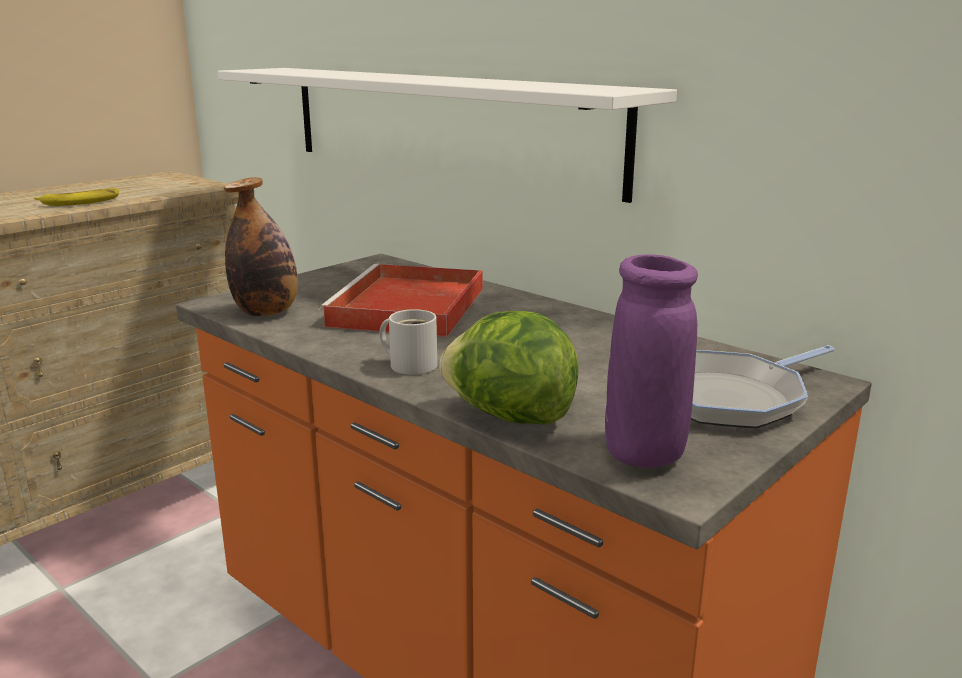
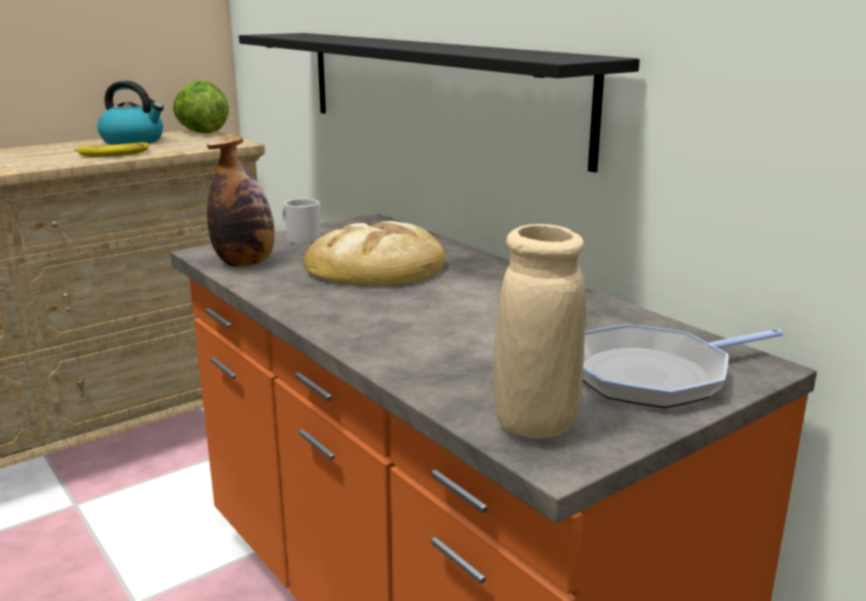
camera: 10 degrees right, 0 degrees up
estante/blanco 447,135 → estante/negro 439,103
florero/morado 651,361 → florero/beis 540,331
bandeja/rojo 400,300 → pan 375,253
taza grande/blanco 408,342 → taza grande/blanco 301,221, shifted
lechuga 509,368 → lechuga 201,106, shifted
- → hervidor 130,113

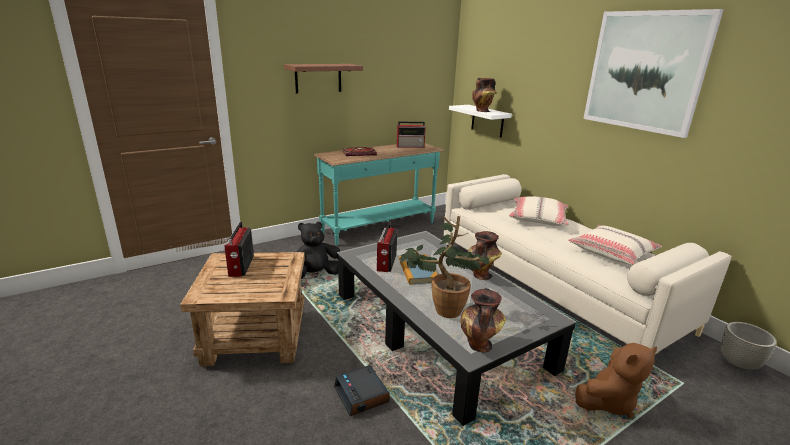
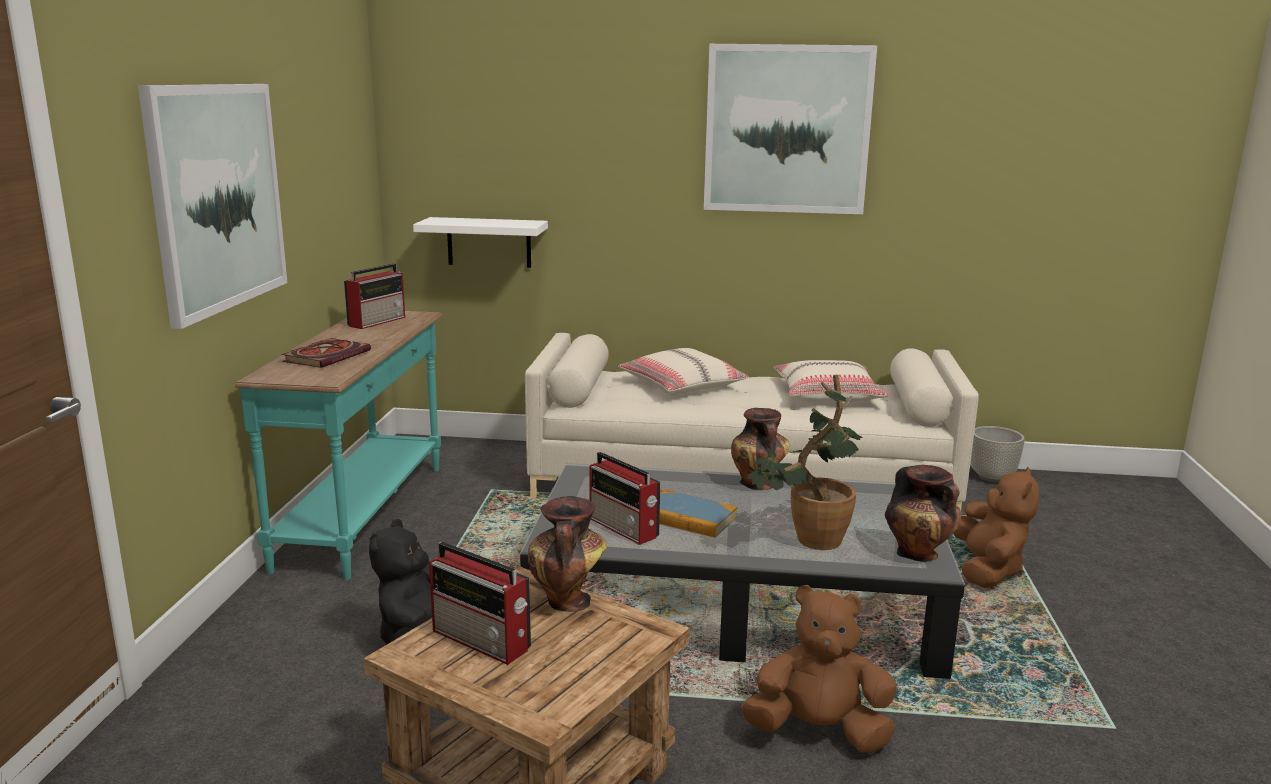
camera: 50 degrees left, 5 degrees down
estante/marrón 323,79 → cuadro 212,206
florero 484,95 → florero 567,554, shifted
despertador 362,390 → peluche/marrón 819,669

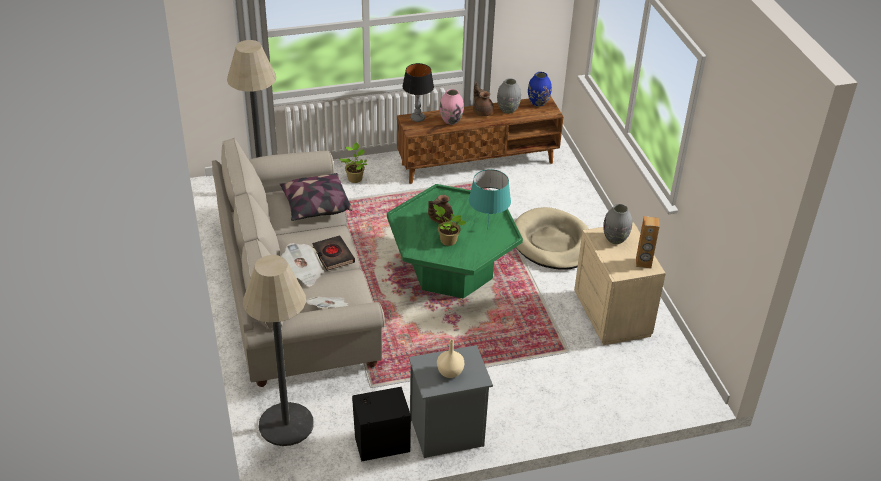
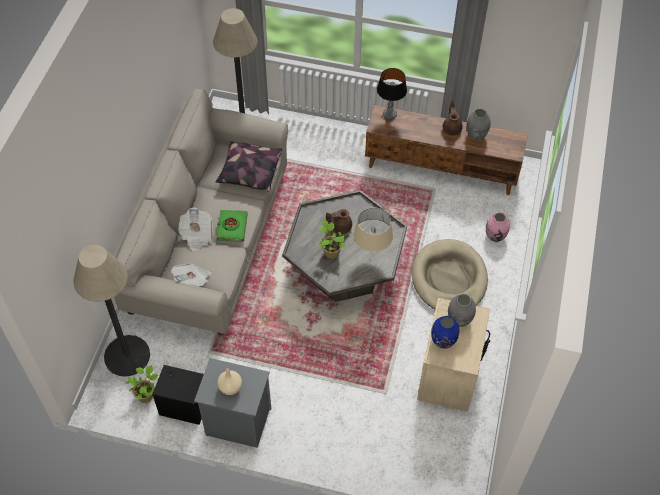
camera: 30 degrees right, 15 degrees up
florero/azul 540,89 → florero/azul 445,332, shifted
florero/rosa 452,107 → florero/rosa 498,227, shifted
planta en maceta 353,162 → planta en maceta 141,384, shifted
lámpara de mesa/turquesa 490,199 → lámpara de mesa/beis 373,230
mesa de centro/verde 455,241 → mesa de centro/gris 344,246
altavoz/marrón 648,242 → -
libro/negro 333,253 → libro/verde 232,226

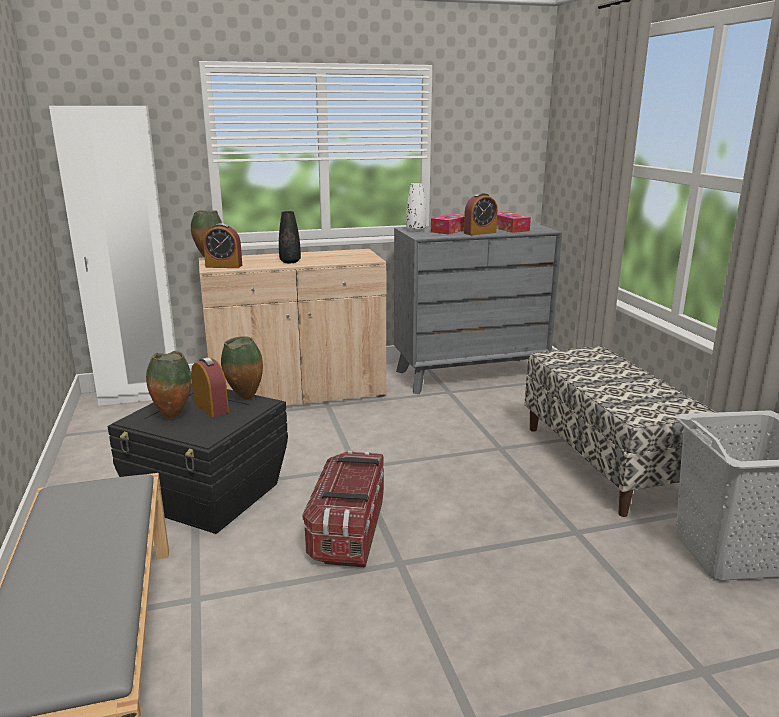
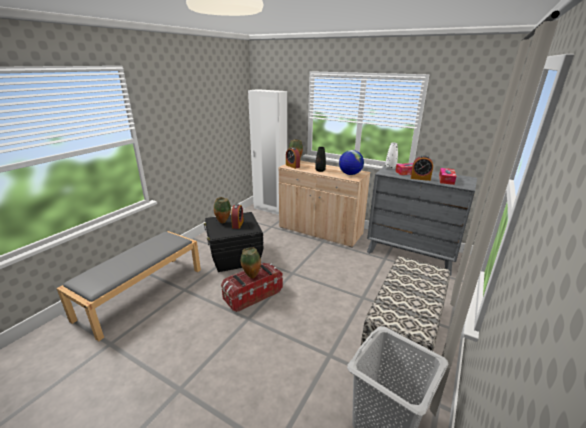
camera: 45 degrees right, 5 degrees up
florero 242,368 → florero 251,262, shifted
- → globo terráqueo 351,162

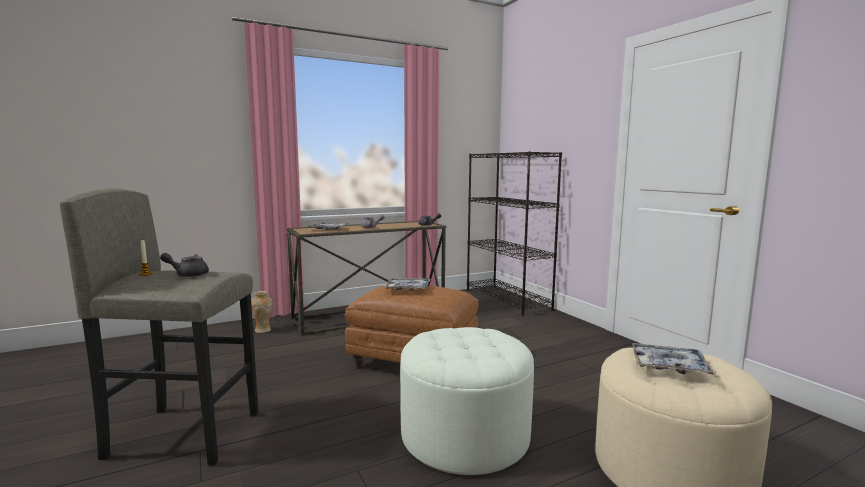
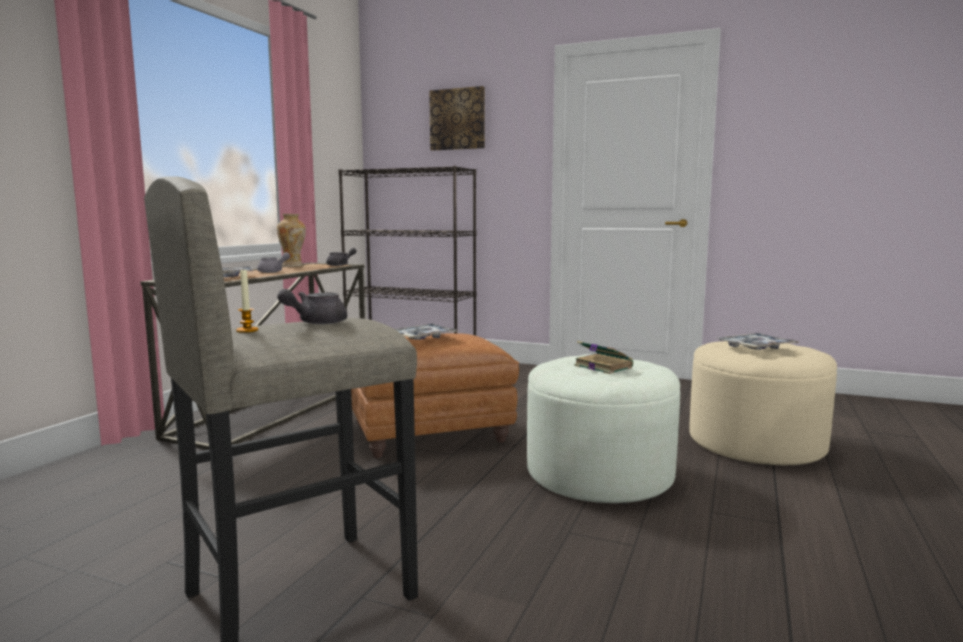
camera: 40 degrees left, 0 degrees up
florero 262,312 → florero 291,240, shifted
- → cuadro 457,118
- → libro 603,357

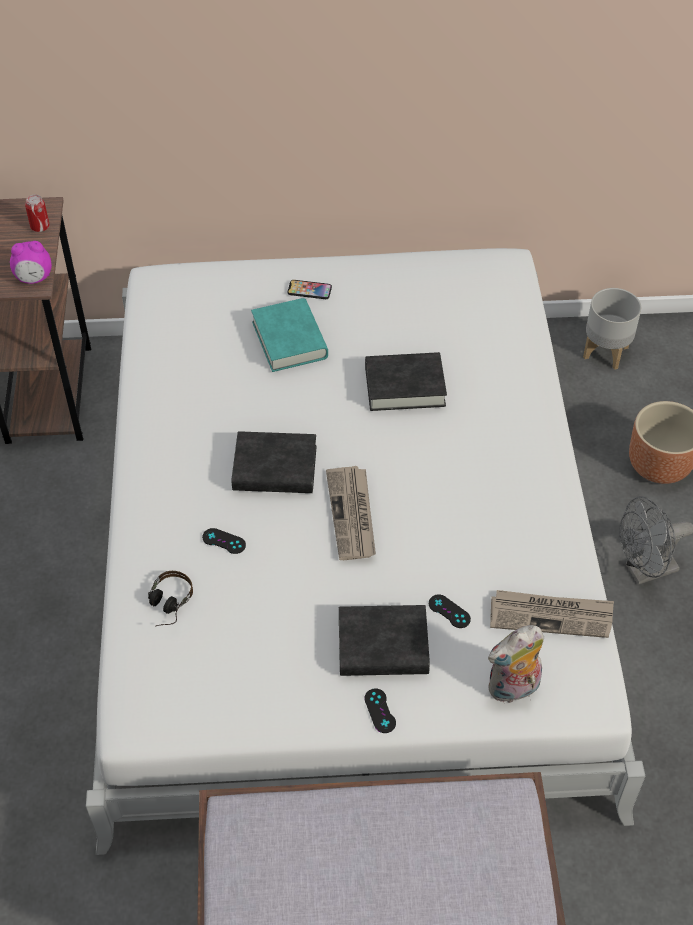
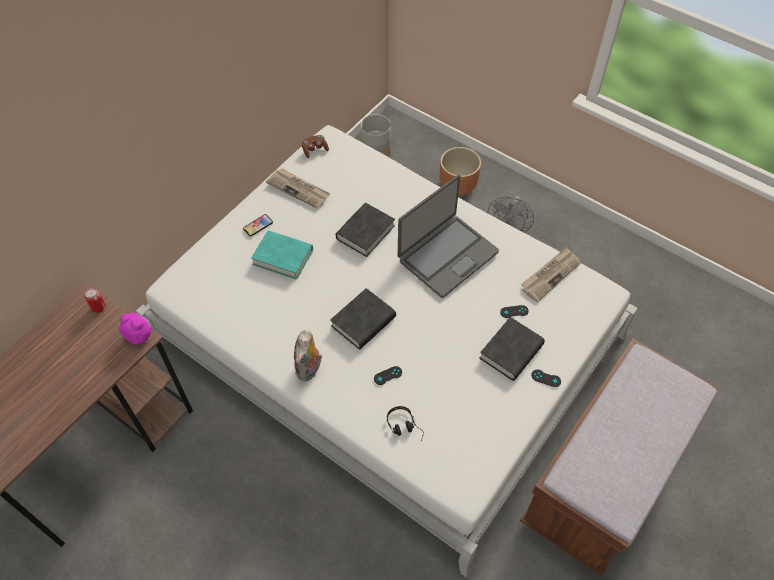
camera: 50 degrees left, 5 degrees up
despertador 31,262 → despertador 135,329, 90 degrees counterclockwise
periódico 351,513 → periódico 298,188, shifted
peluche 516,664 → peluche 308,355, shifted
- → mando de consola/marrón 315,146
- → portátil 448,236

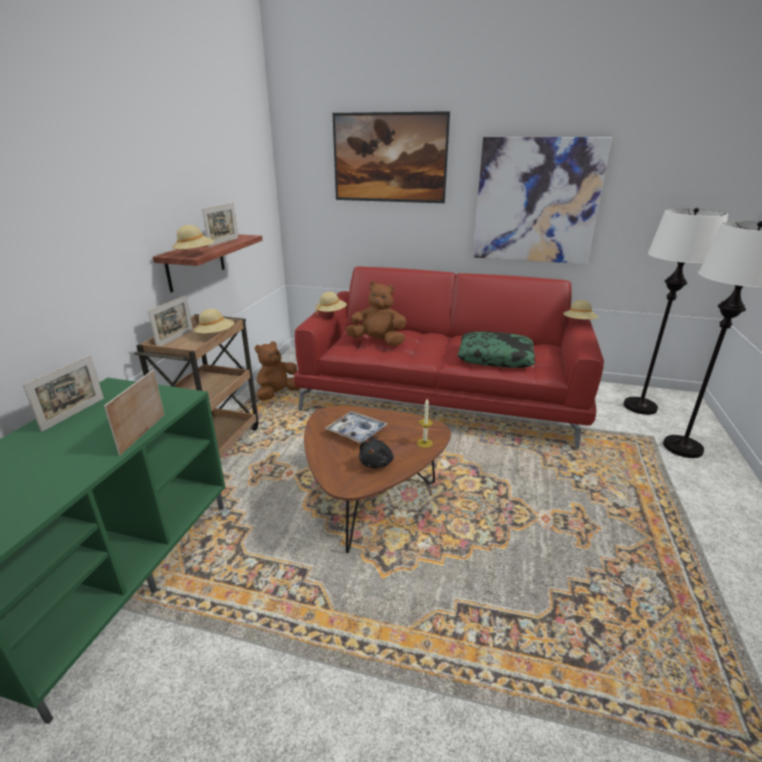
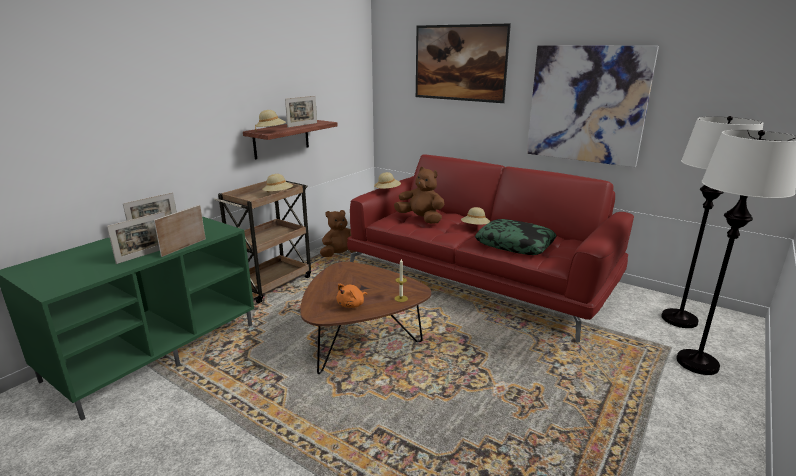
camera: 20 degrees right, 5 degrees down
portarretratos 170,320 → portarretratos 136,237, shifted
sombrero/beis 580,309 → sombrero/beis 475,216, shifted
bandeja 355,427 → -
peluche/negro 376,454 → peluche/naranja 351,296

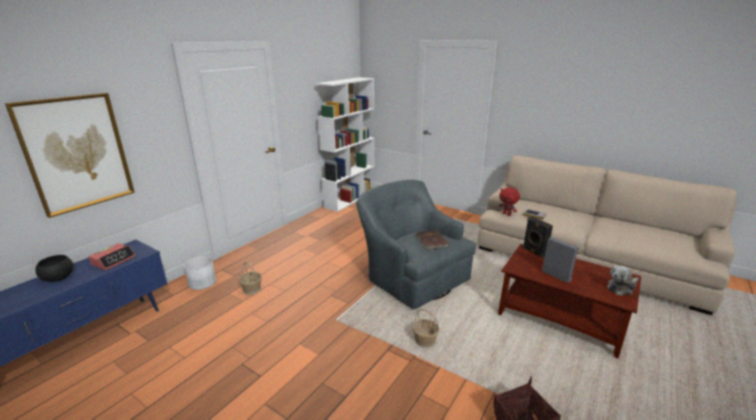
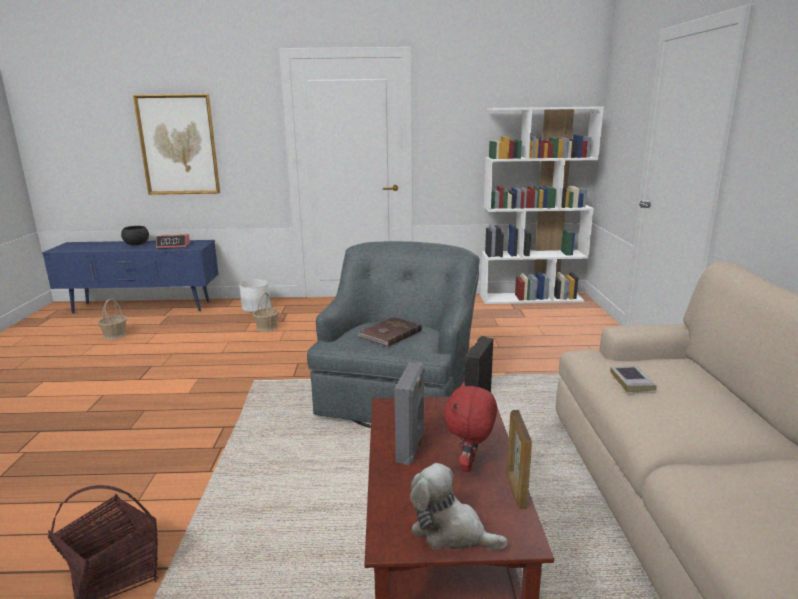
camera: 55 degrees right, 5 degrees down
peluche/rojo 509,201 → peluche/rojo 470,427, shifted
cesta 426,328 → cesta 112,319, shifted
- → portarretratos 519,459

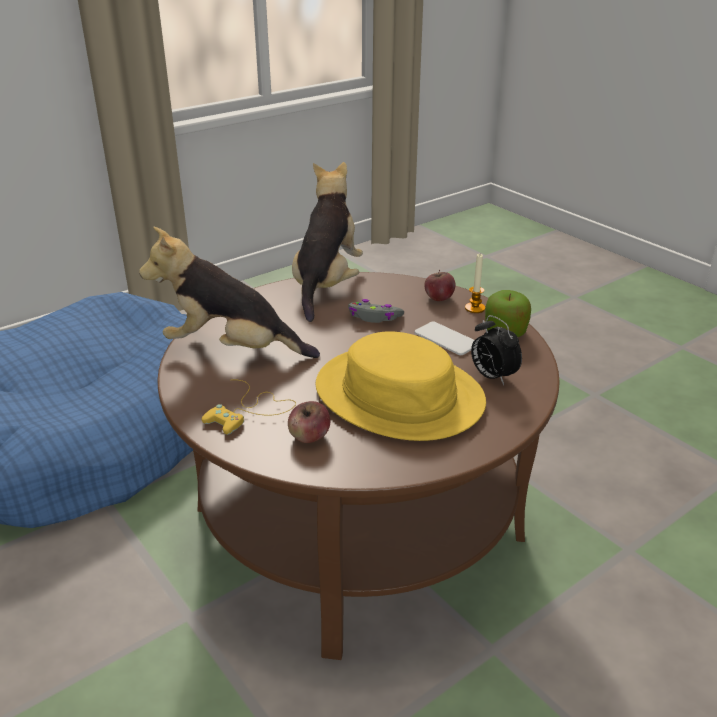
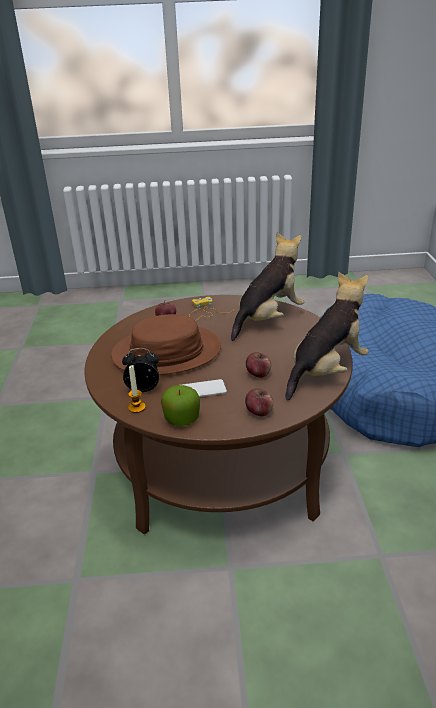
camera: 125 degrees right, 0 degrees up
peluche 327,242 → peluche 327,336, 90 degrees counterclockwise
vela 475,283 → vela 137,389, shifted
mando de consola/gris 376,311 → manzana 258,365
sombrero/amarillo 401,386 → sombrero/marrón 166,344

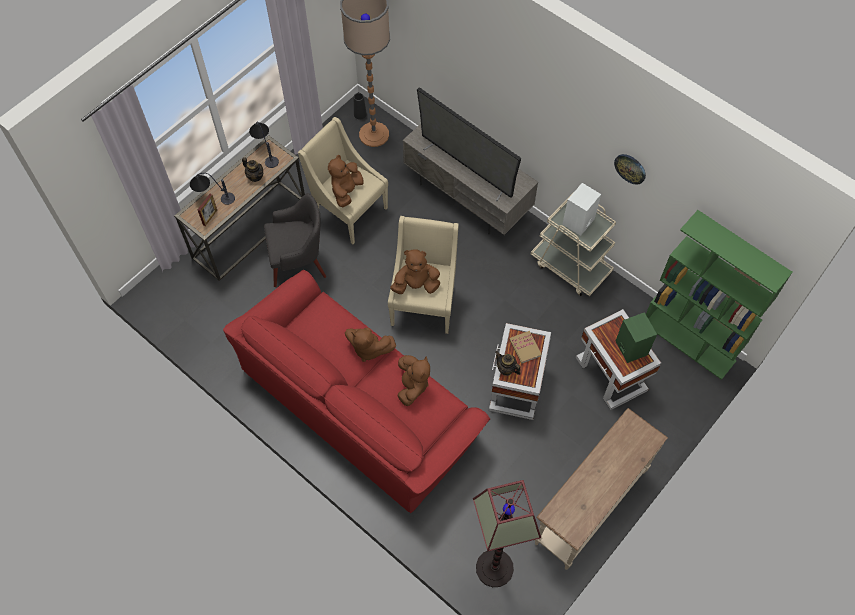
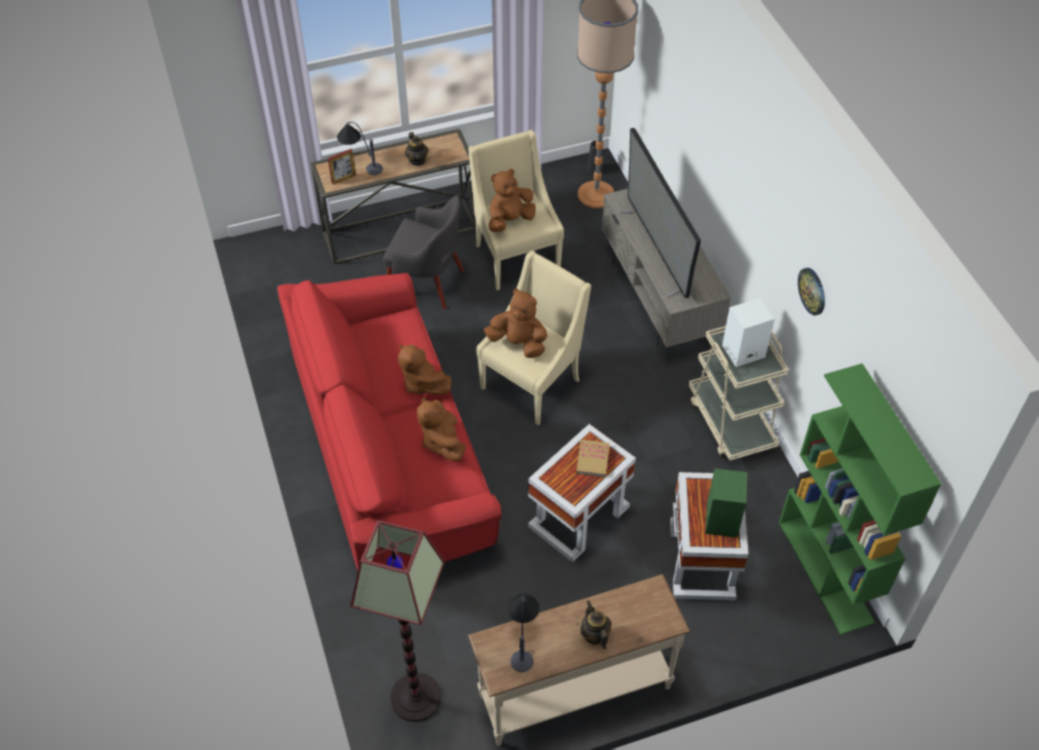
camera: 30 degrees right, 10 degrees down
lámpara de mesa 264,145 → lámpara de mesa 523,633, shifted
tetera 508,363 → tetera 596,625, shifted
peluche/marrón 413,380 → peluche/marrón 441,429, 135 degrees clockwise

